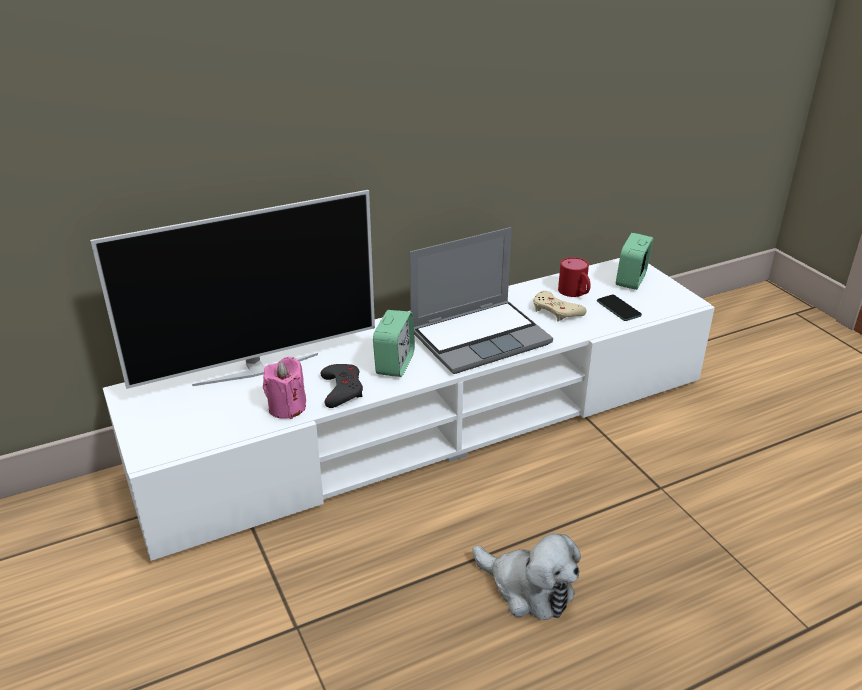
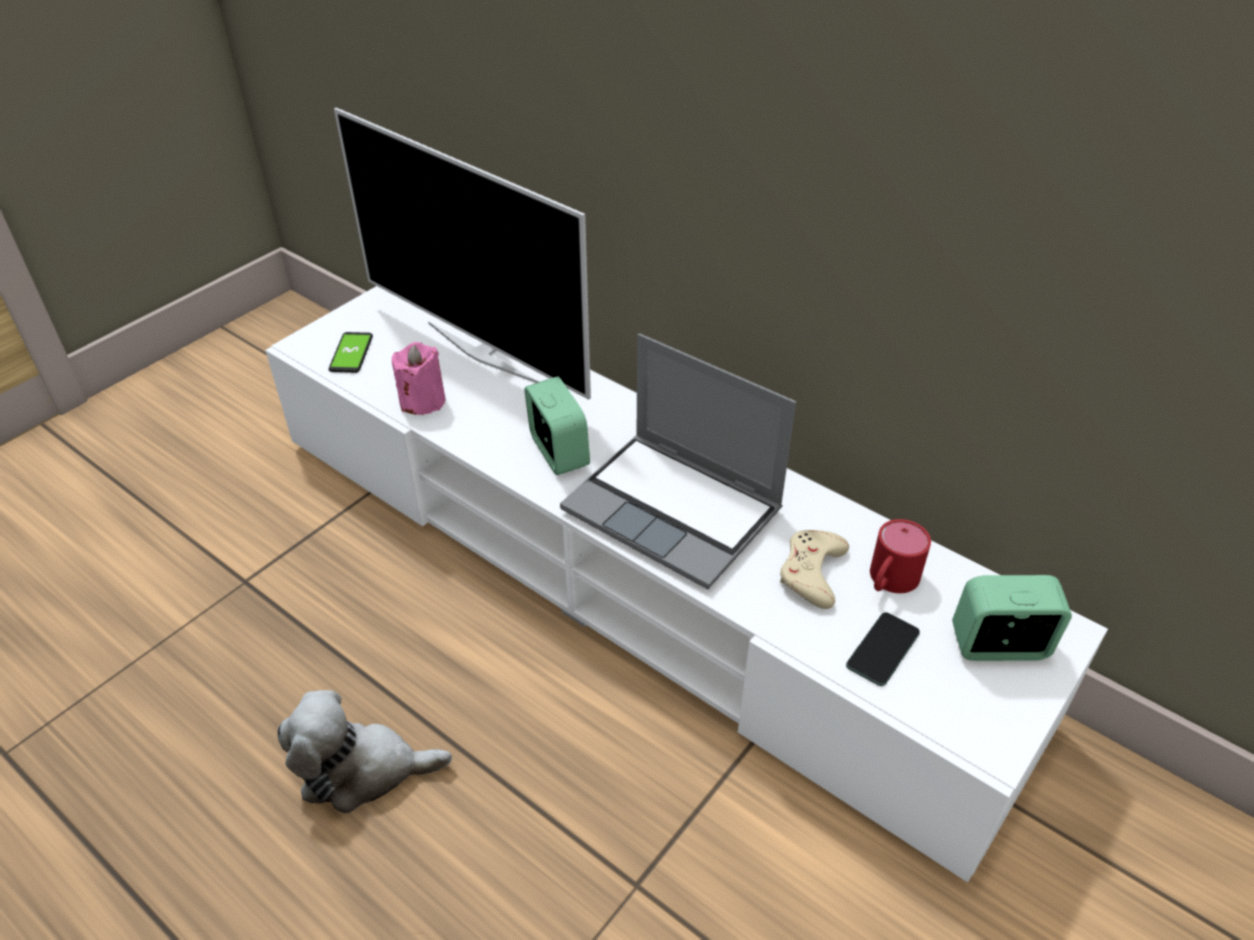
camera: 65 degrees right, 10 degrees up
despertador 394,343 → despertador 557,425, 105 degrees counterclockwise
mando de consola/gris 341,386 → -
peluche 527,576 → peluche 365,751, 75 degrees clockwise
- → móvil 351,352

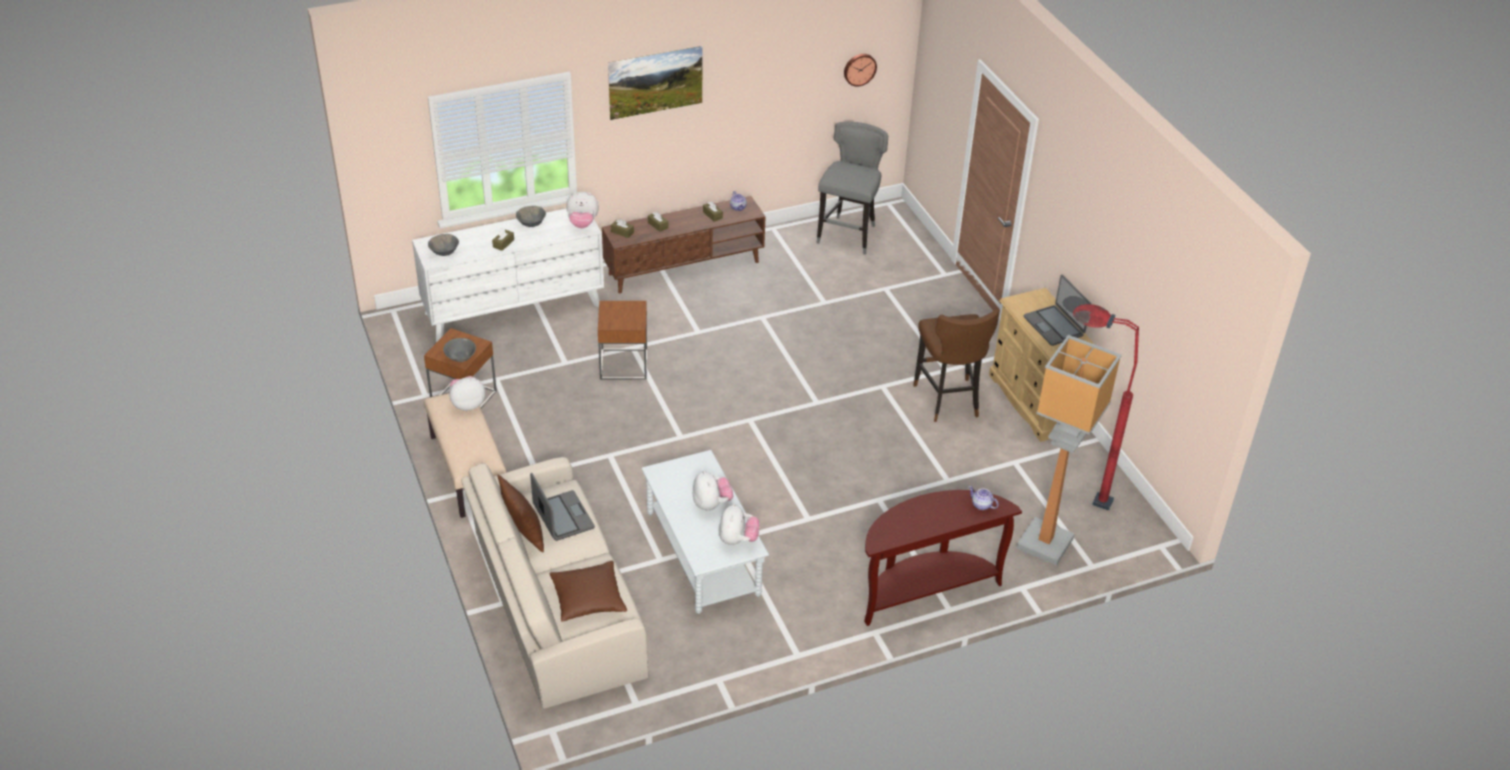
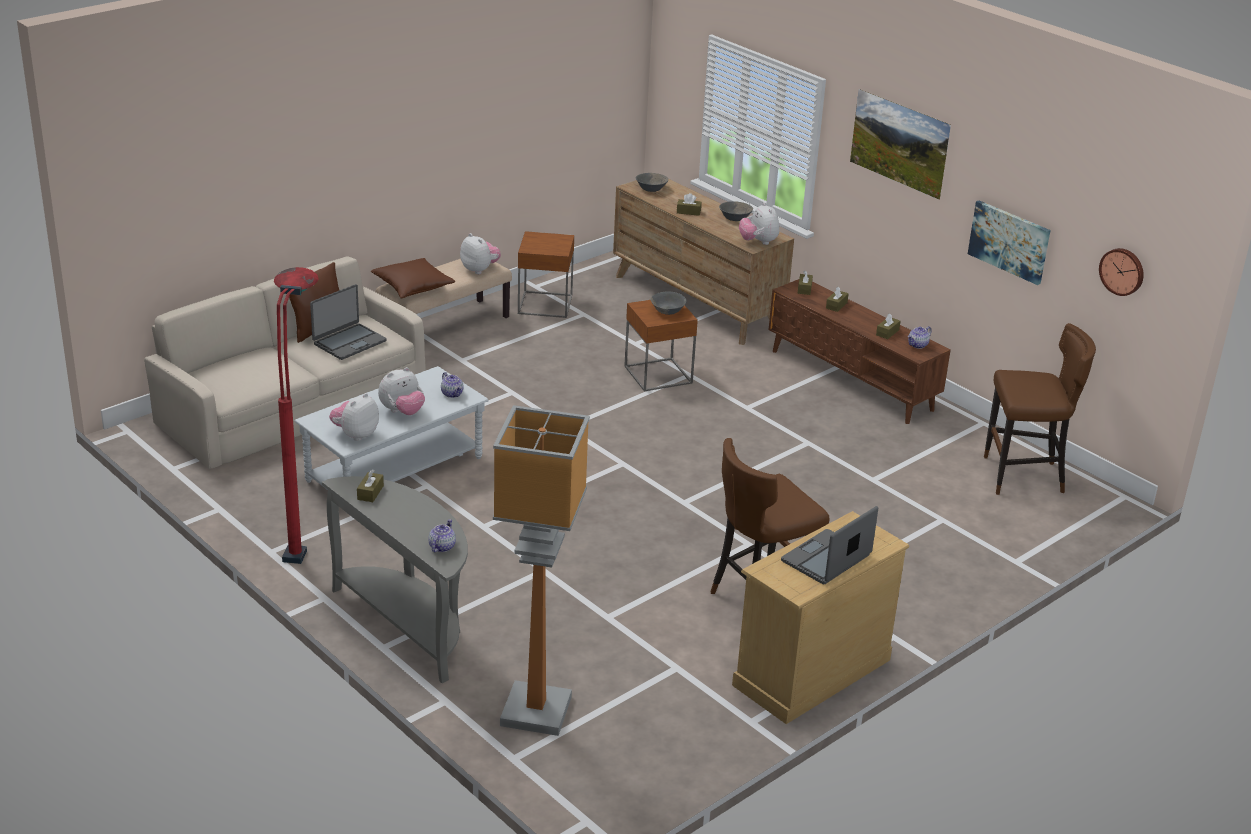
camera: 70 degrees right, 10 degrees down
taburete/gris 852,188 → taburete/marrón 1040,409
cómoda/blanco 508,275 → cómoda/marrón 703,262
lámpara de pie/rojo 1106,407 → lámpara de pie/rojo 296,415, shifted
cuenco/gris 459,350 → cuenco/gris 668,303, shifted
mesa consola/marrón 943,558 → mesa consola/gris 395,579
peluche 739,524 → peluche 354,417, 135 degrees clockwise
cojín/marrón 588,591 → cojín/marrón 413,278, shifted
- → cuadro 1009,242
- → tetera 452,385
- → caja de pañuelos/marrón 370,485

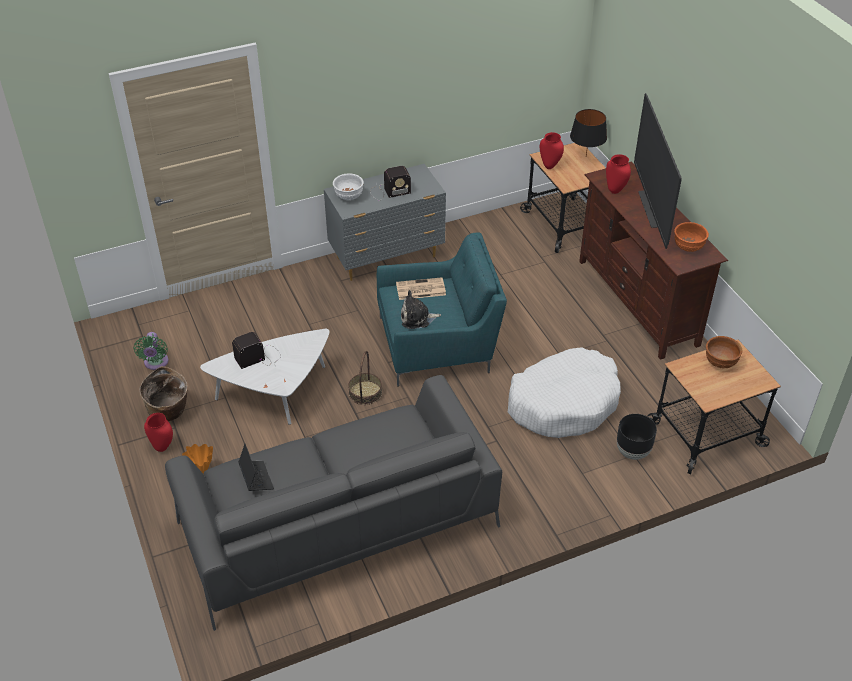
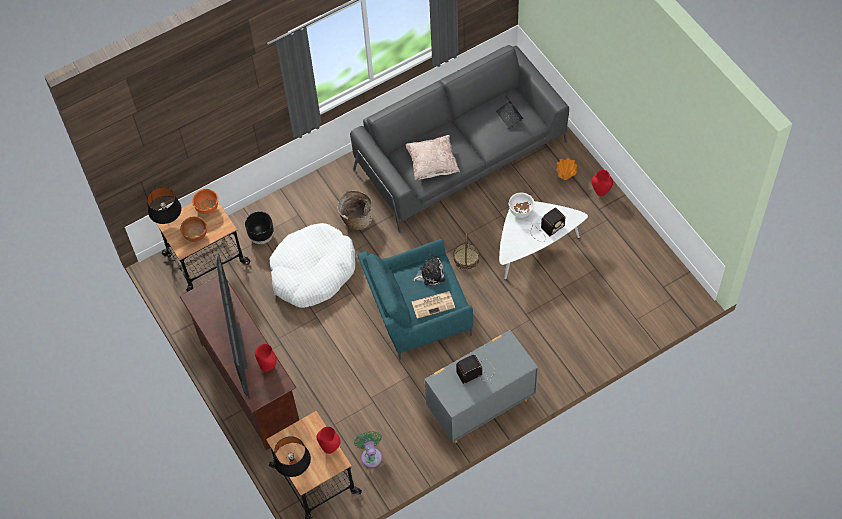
camera: 175 degrees right, 15 degrees up
cuenco/blanco 348,187 → cuenco/blanco 522,205, shifted
cuenco/naranja 691,237 → cuenco/naranja 205,201, shifted
ventilador/verde 150,351 → ventilador/verde 368,449, shifted
cesta 163,393 → cesta 355,210, shifted
- → cojín/beis 433,157
- → lámpara de mesa/negro 164,205

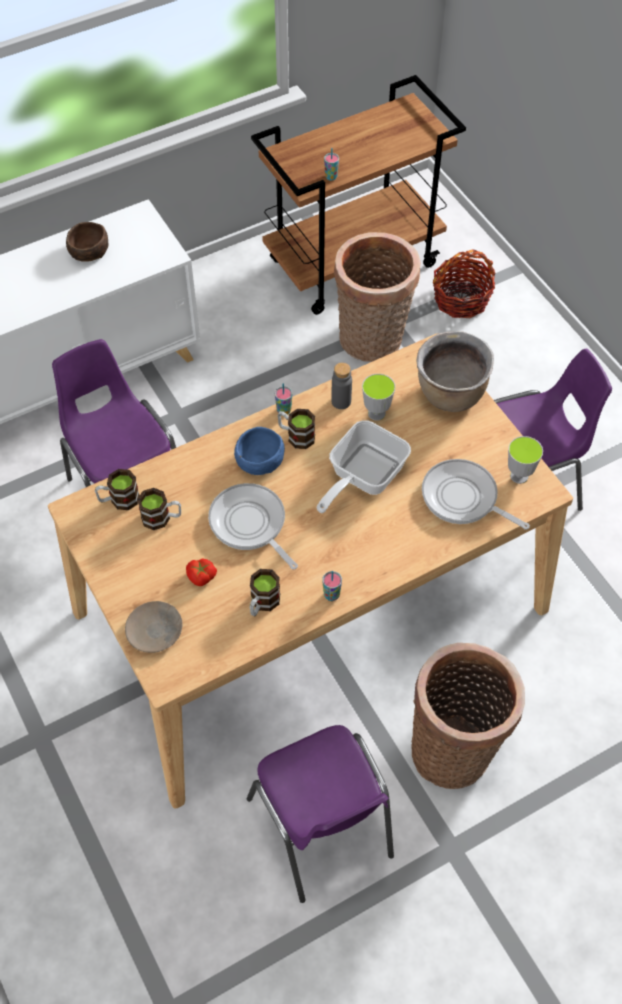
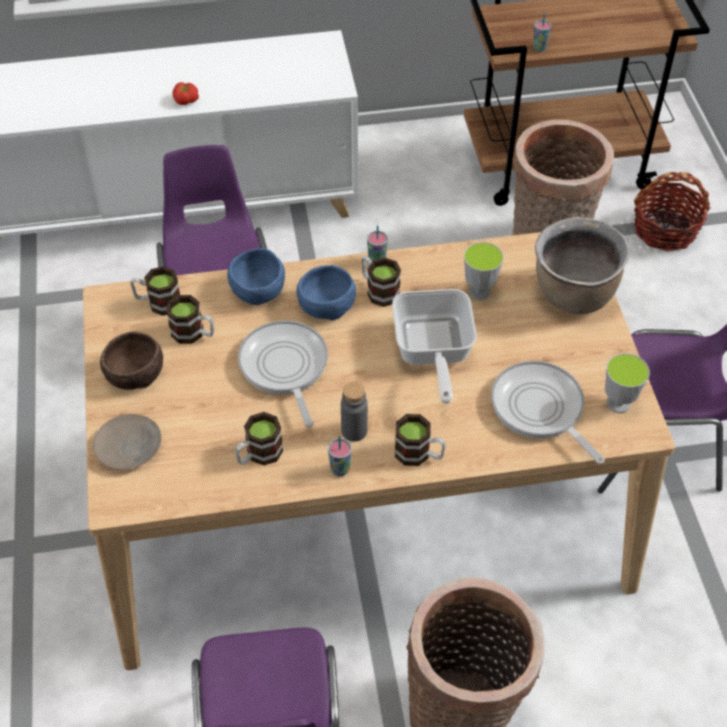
camera: 20 degrees right, 5 degrees down
cuenco/marrón 87,242 → cuenco/marrón 131,360, shifted
botella/gris 341,386 → botella/gris 354,411, shifted
sartén 364,466 → sartén 434,346, 60 degrees counterclockwise
tomate 201,572 → tomate 185,93, shifted
- → cuenco/azul 256,276
- → taza grande 420,440

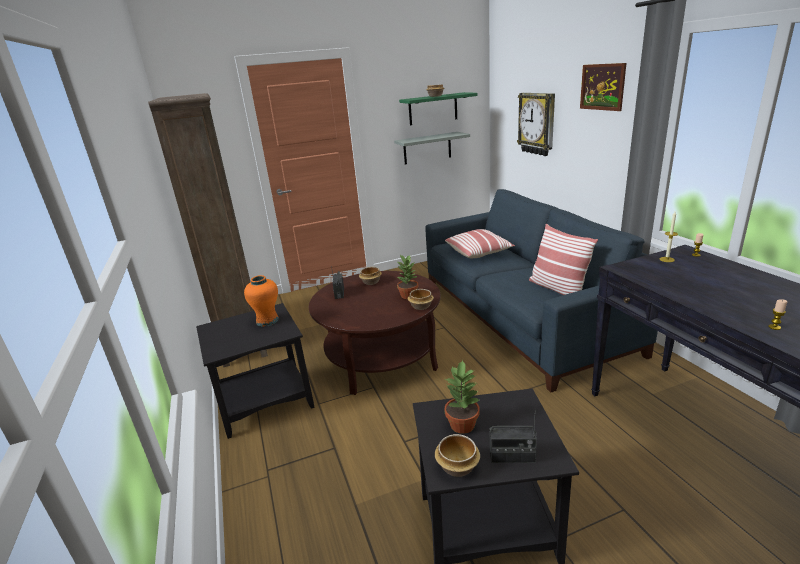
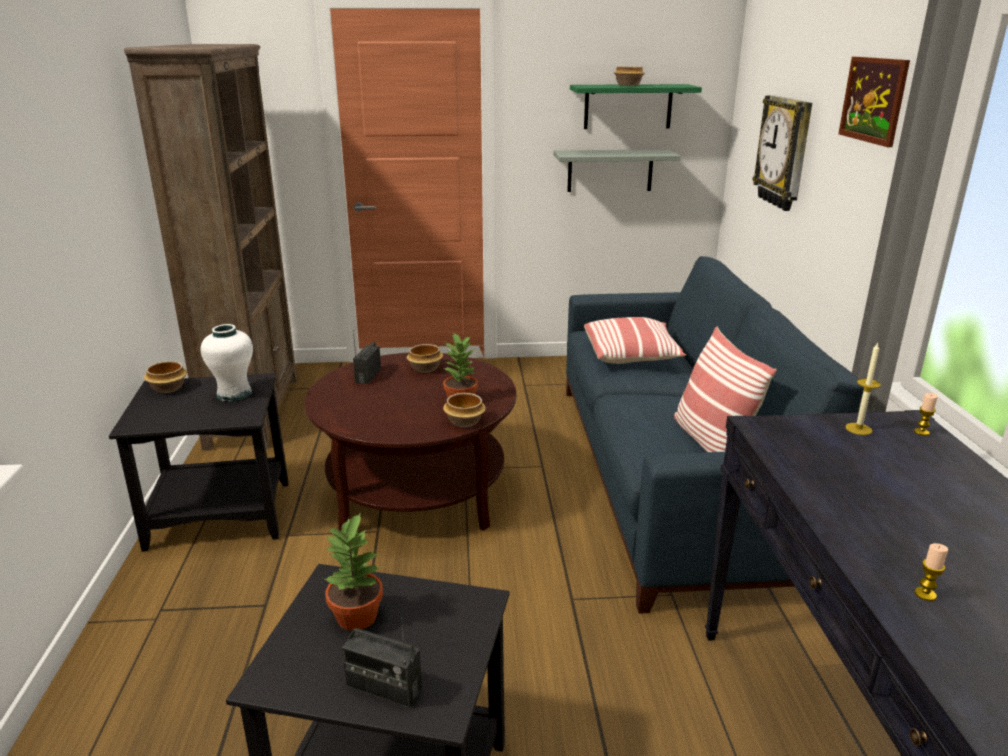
camera: 15 degrees right, 0 degrees up
florero/naranja 261,301 → florero/blanco 227,363
cuenco 457,455 → cuenco 165,377, shifted

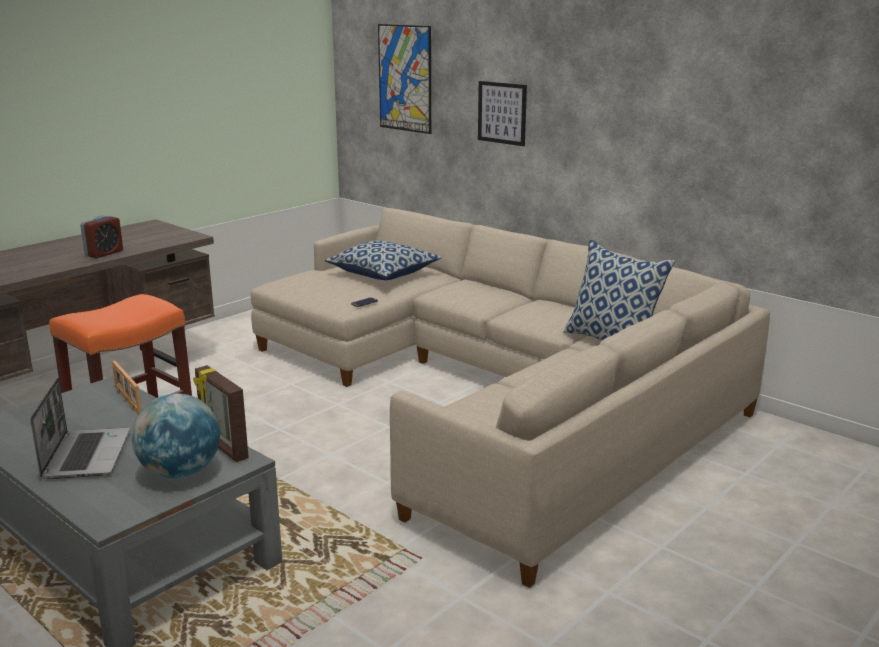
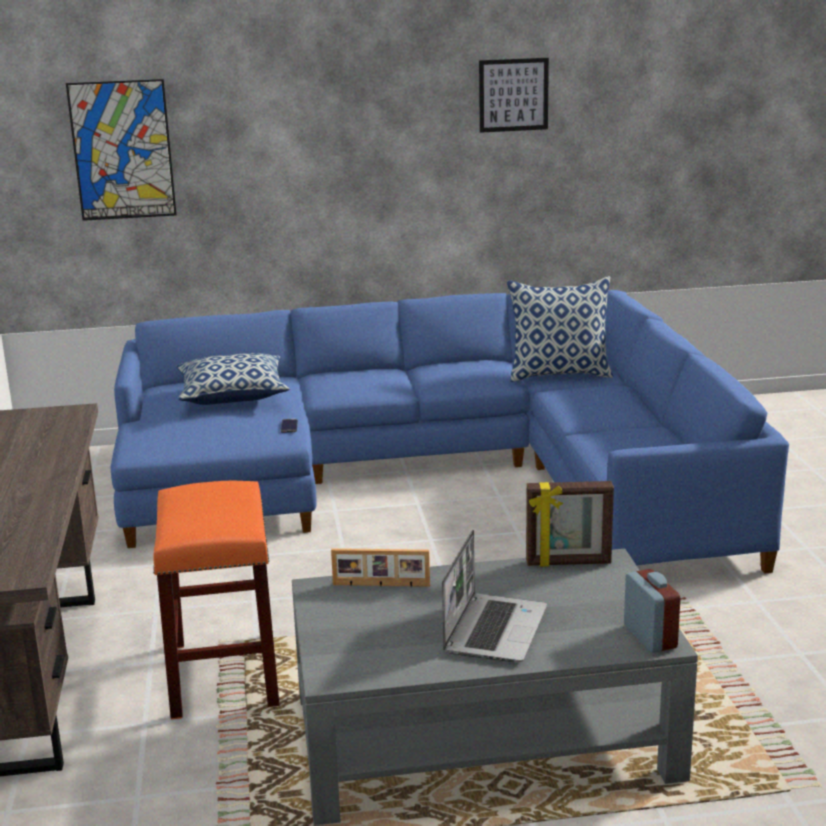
camera: 50 degrees left, 0 degrees up
cuadro 502,113 → cuadro 514,95, shifted
sofá/beis 510,398 → sofá/azul 450,431
despertador 101,237 → despertador 652,611, shifted
portátil 80,428 → portátil 494,596, 75 degrees clockwise
globo terráqueo 176,436 → -

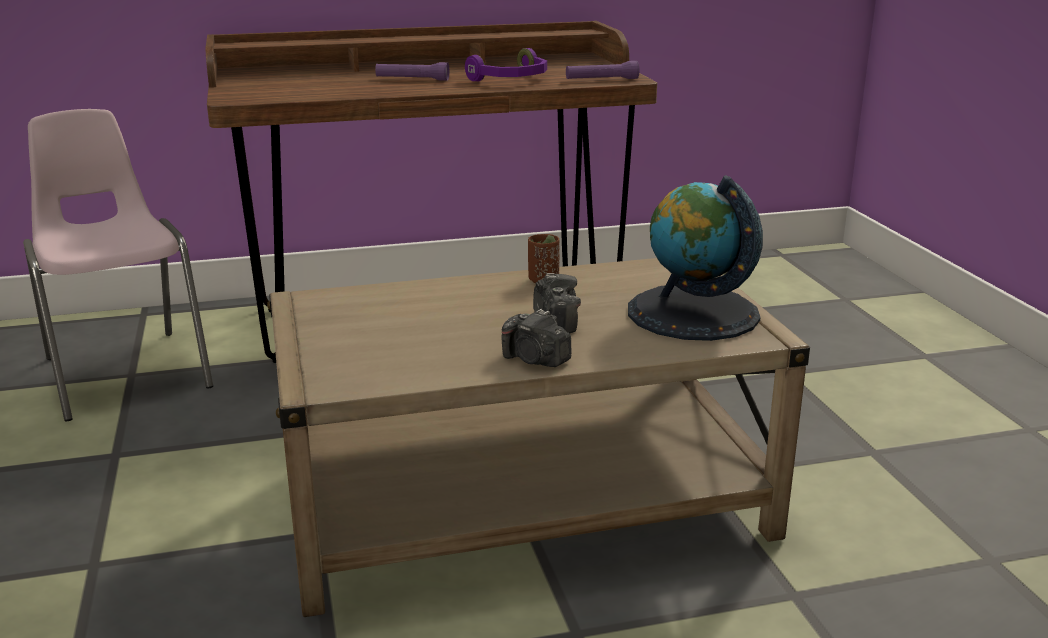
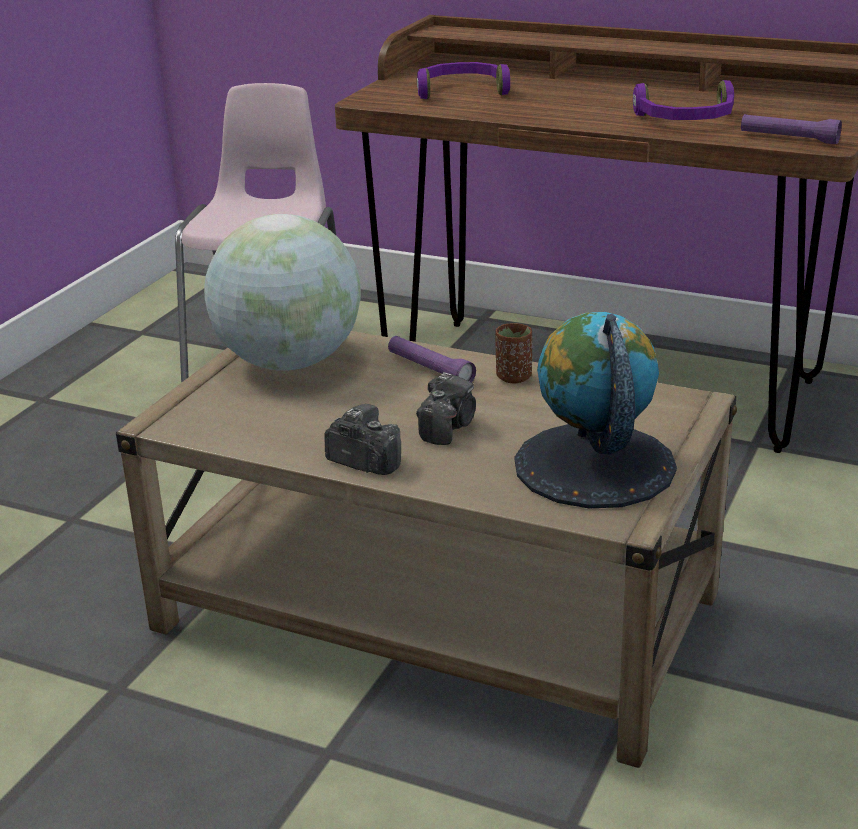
camera: 40 degrees right, 5 degrees up
linterna/morado 412,71 → linterna/morado 432,359, shifted
cámara 537,338 → cámara 362,439, 135 degrees clockwise
- → auriculares/morado 463,80
- → globo terráqueo 282,292

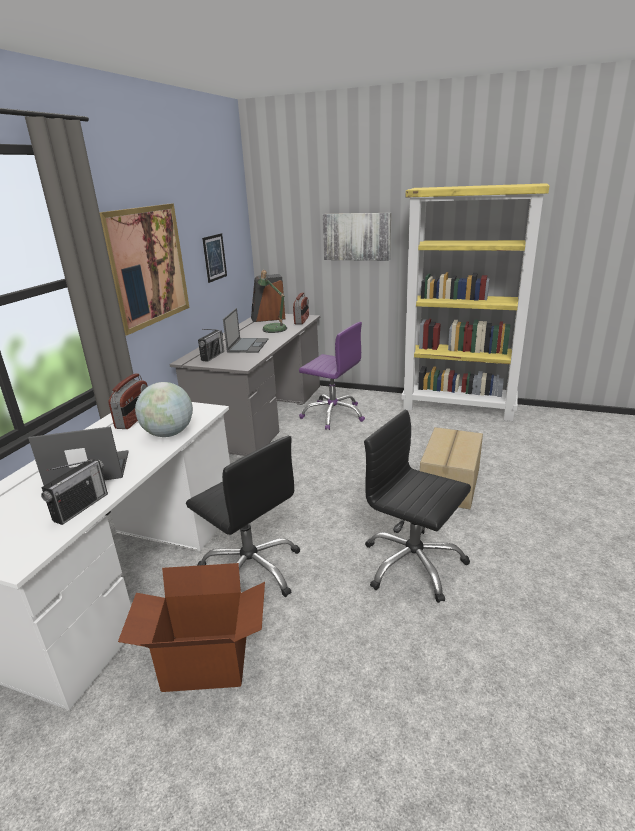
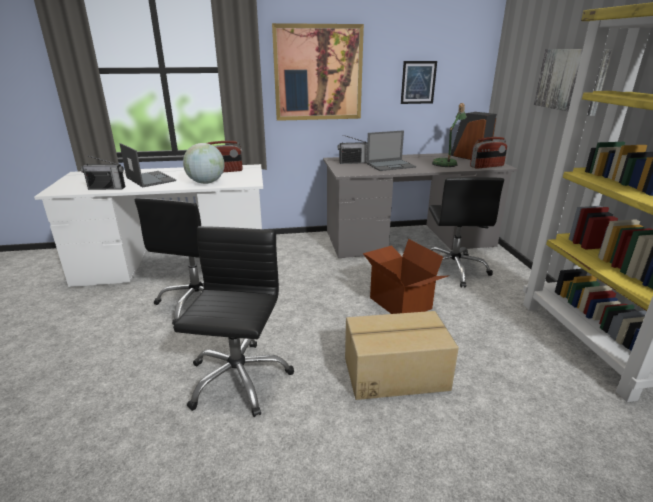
camera: 60 degrees right, 0 degrees up
silla de oficina/morado 332,376 → silla de oficina/negro 466,232
caja de cartón 191,627 → caja de cartón 406,276, shifted

